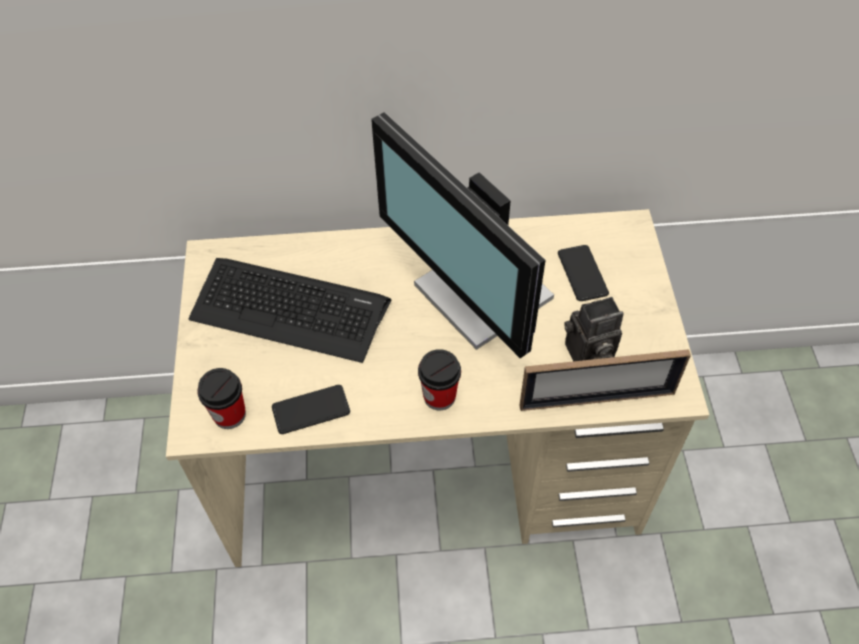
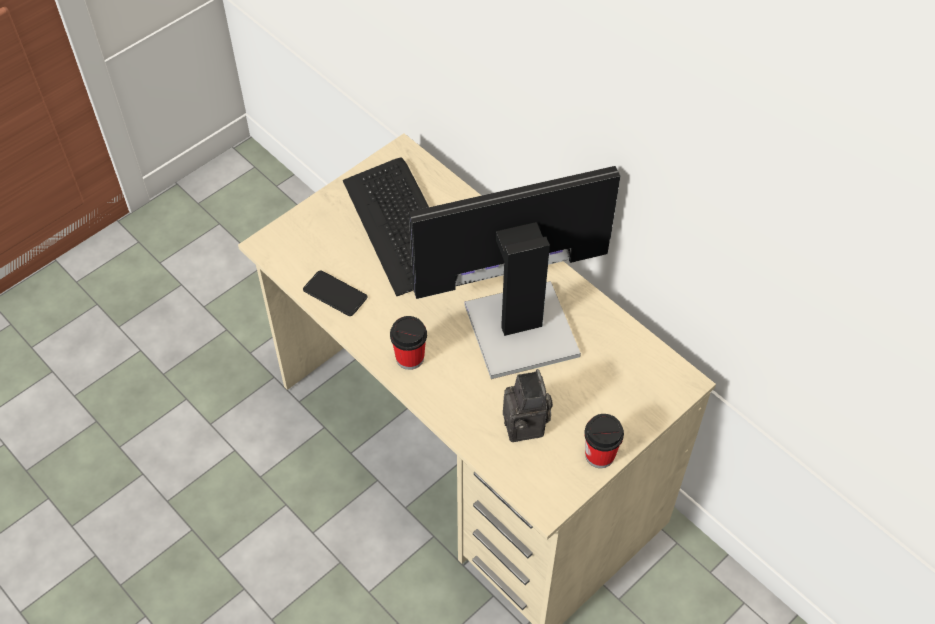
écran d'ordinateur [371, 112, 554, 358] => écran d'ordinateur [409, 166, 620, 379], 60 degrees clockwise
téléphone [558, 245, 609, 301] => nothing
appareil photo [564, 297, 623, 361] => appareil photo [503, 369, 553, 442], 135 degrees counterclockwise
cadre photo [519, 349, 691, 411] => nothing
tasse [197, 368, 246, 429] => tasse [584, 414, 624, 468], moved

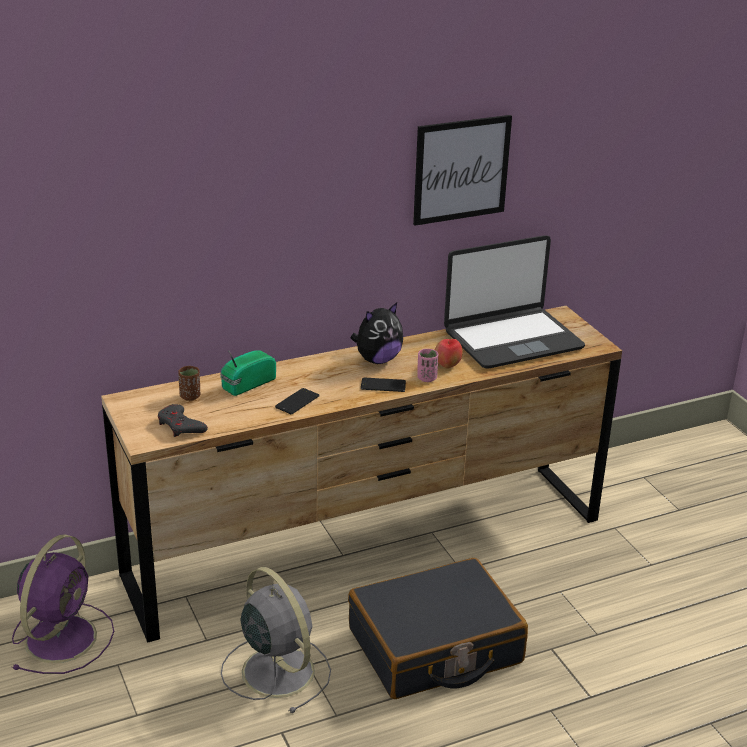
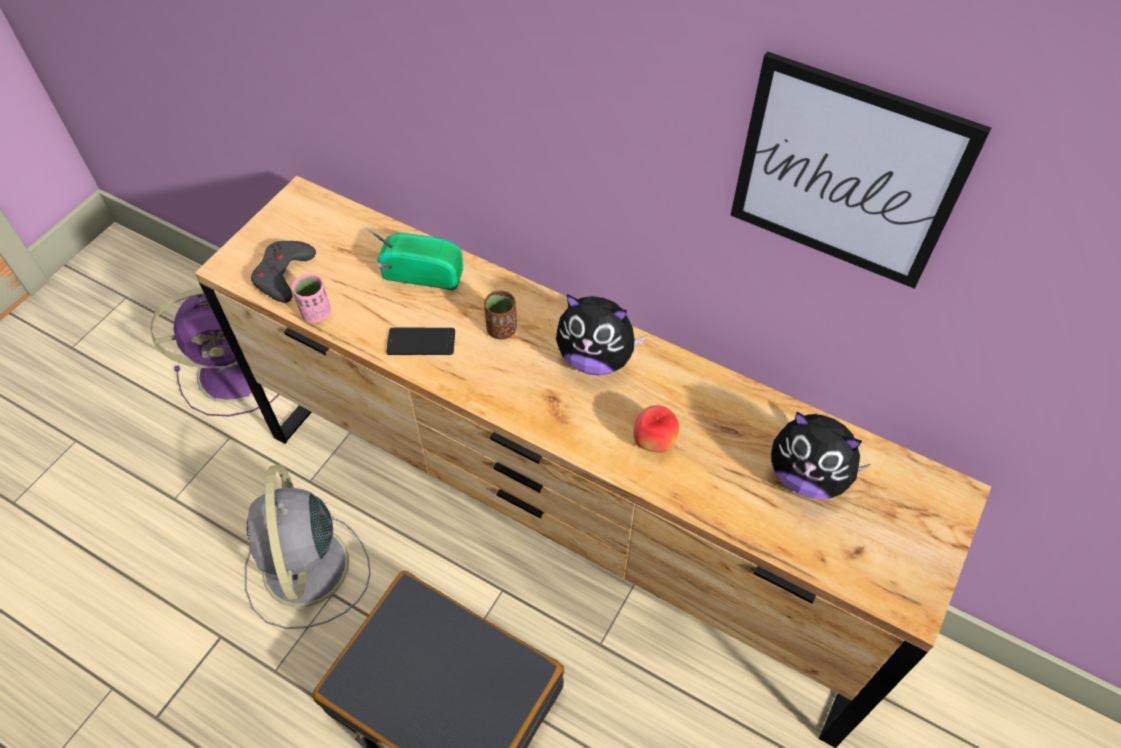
ordinateur portable [444, 235, 585, 369] => peluche [771, 412, 870, 499]
tasse (rose) [417, 349, 438, 382] => tasse (rose) [292, 274, 331, 323], moved
tasse (marron) [178, 366, 200, 401] => tasse (marron) [484, 290, 516, 339], moved
téléphone [361, 378, 406, 392] => nothing
ventilateur (gris) [221, 567, 331, 713] => ventilateur (gris) [245, 464, 371, 629], 150 degrees clockwise

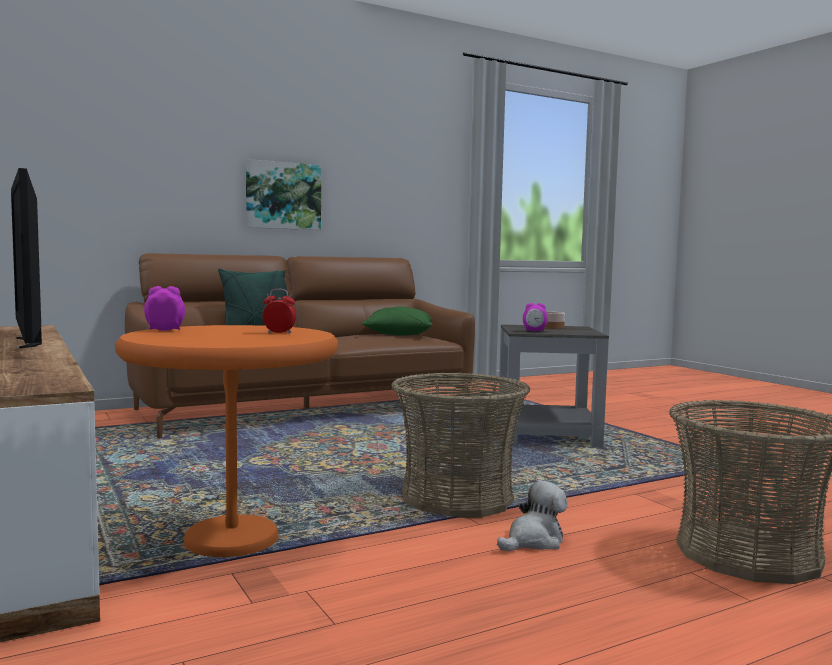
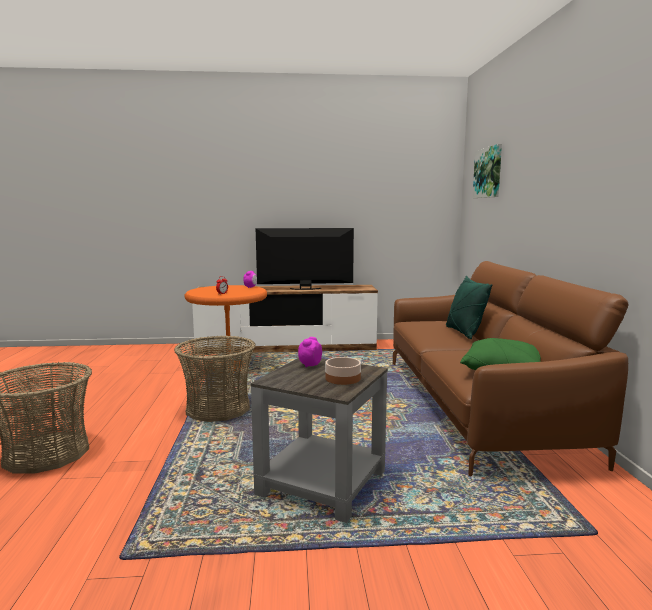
tableau [246, 159, 321, 230] => tableau [473, 144, 502, 198], moved
peluche [497, 481, 567, 551] => nothing

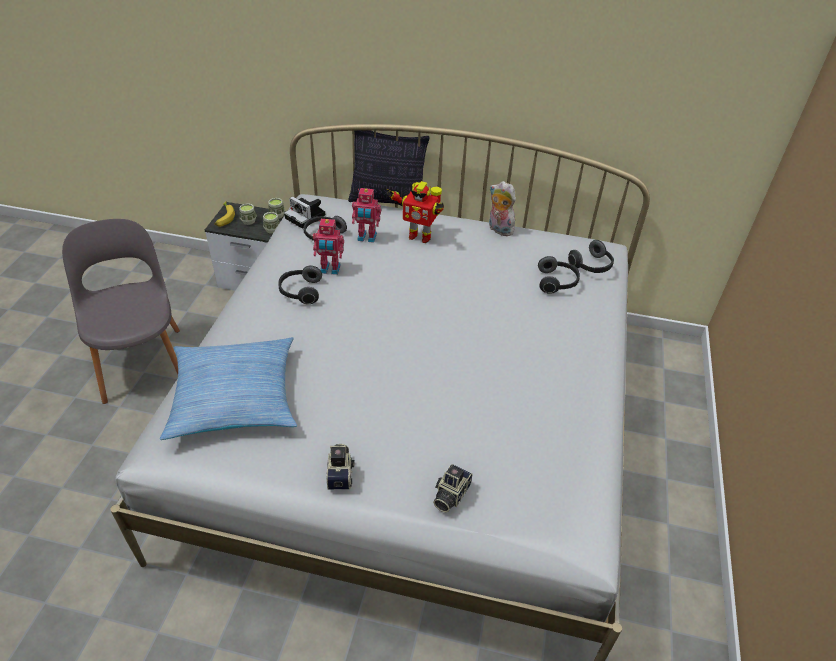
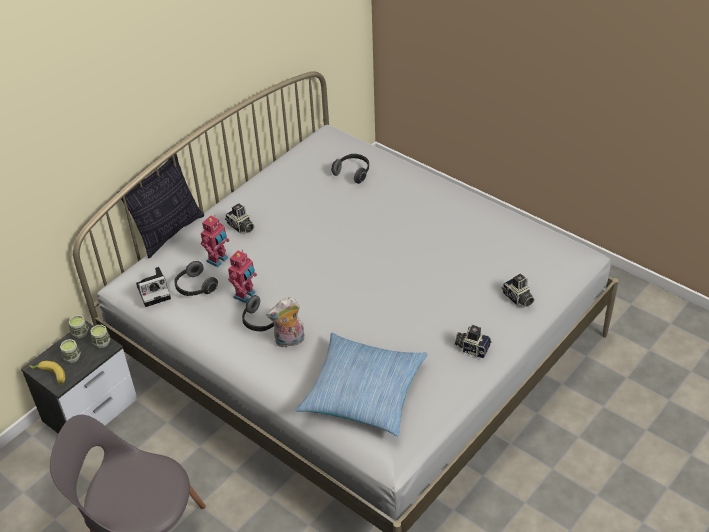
robot jouet [386, 181, 444, 243] => appareil photo [225, 203, 254, 234]
peluche [489, 181, 516, 236] => peluche [266, 297, 305, 348], moved
casque audio [568, 240, 614, 273] => nothing

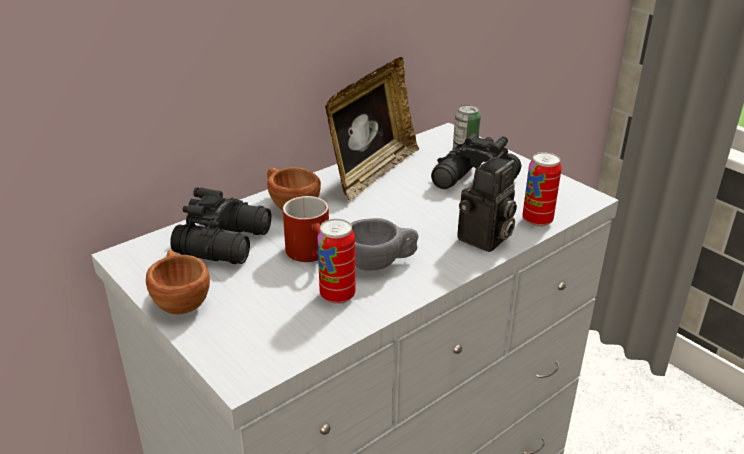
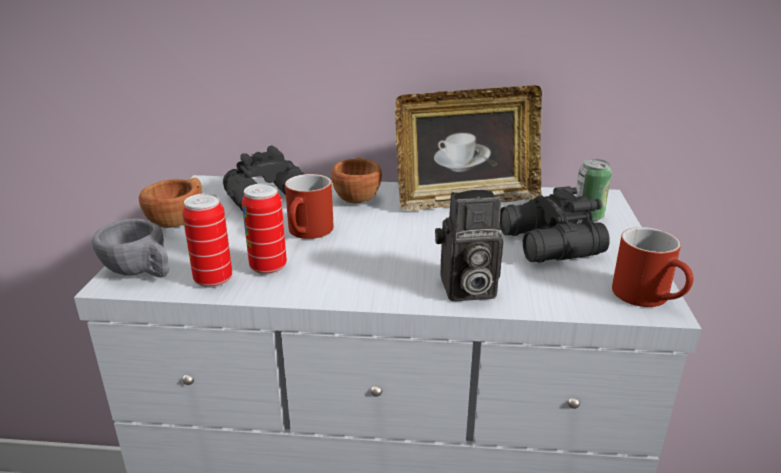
boîte métallique [523, 152, 562, 227] => boîte métallique [182, 193, 232, 288], moved
tasse (gris) [350, 218, 418, 271] => tasse (gris) [92, 218, 169, 277], moved
nothing => mug (rouge) [612, 227, 693, 307]

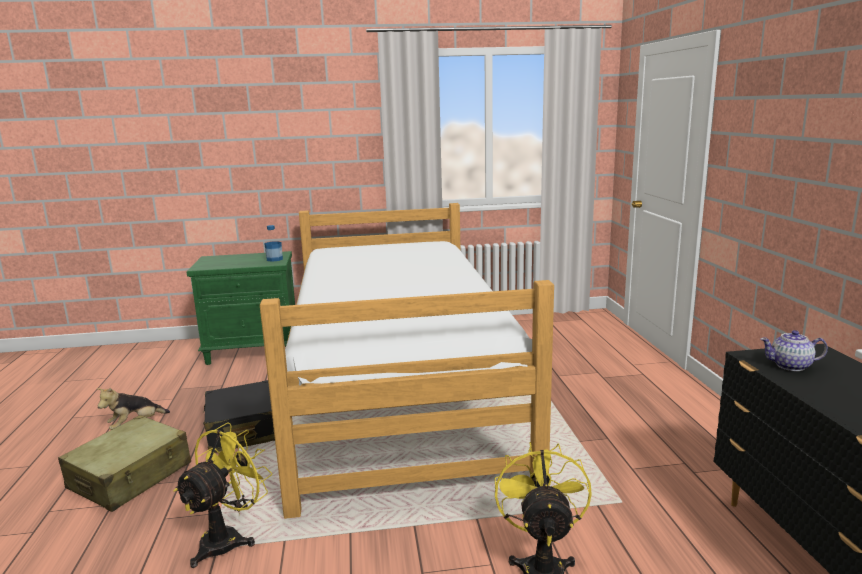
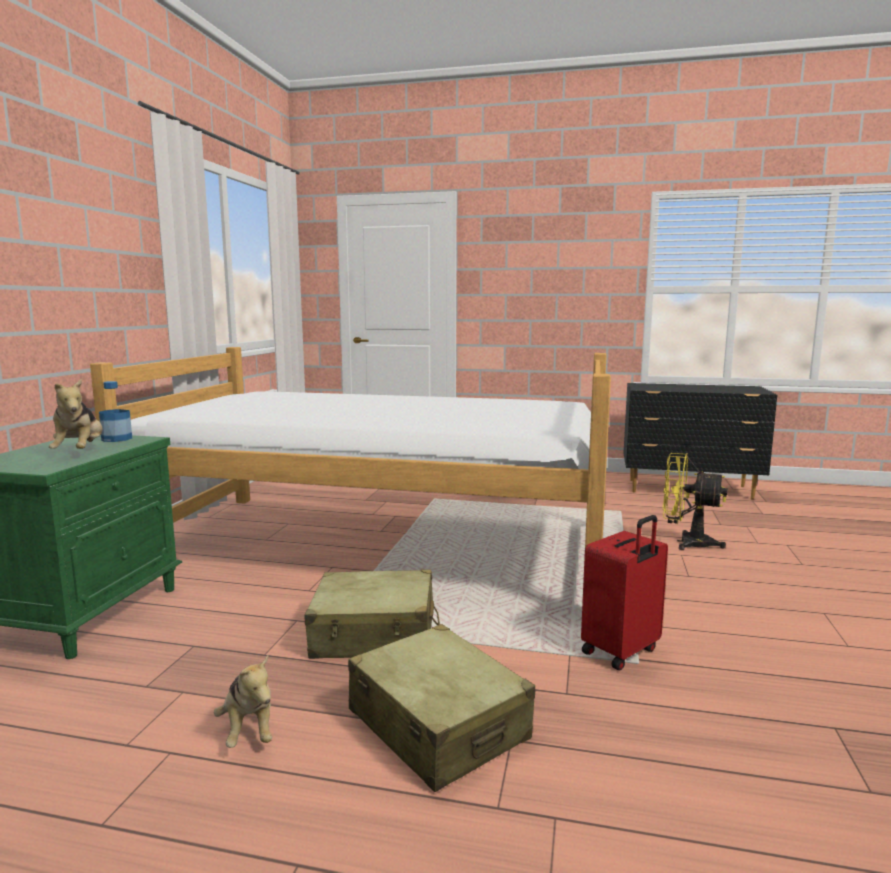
théière [760, 330, 828, 371] => nothing
valise (noir) [203, 380, 275, 453] => valise (beige) [305, 569, 440, 659]
ventilateur (jaune) [173, 422, 272, 568] => valise (rouge) [581, 515, 668, 670]
nothing => peluche [49, 379, 103, 449]

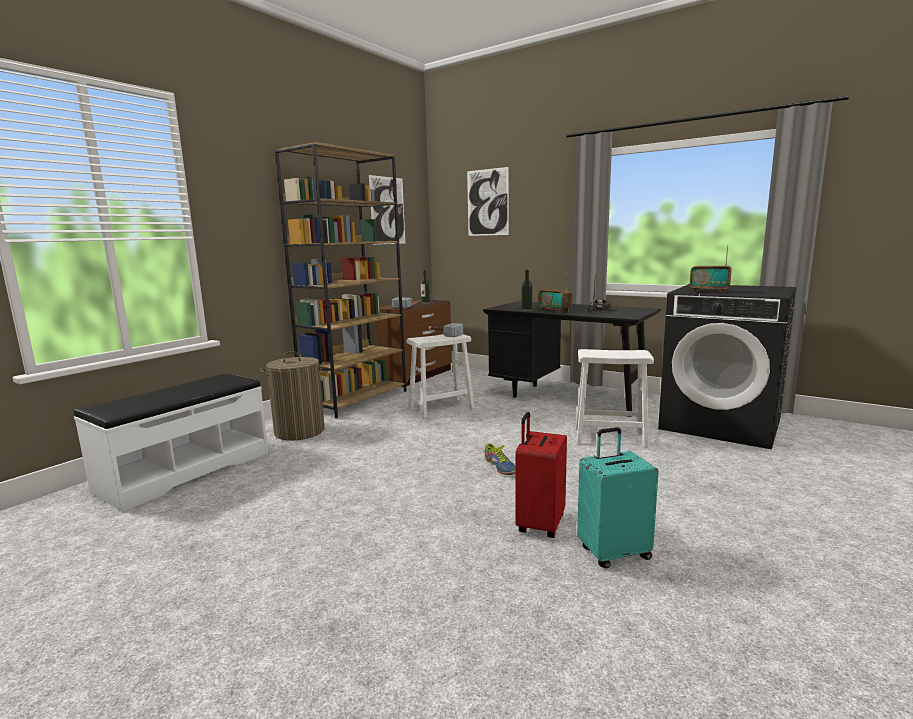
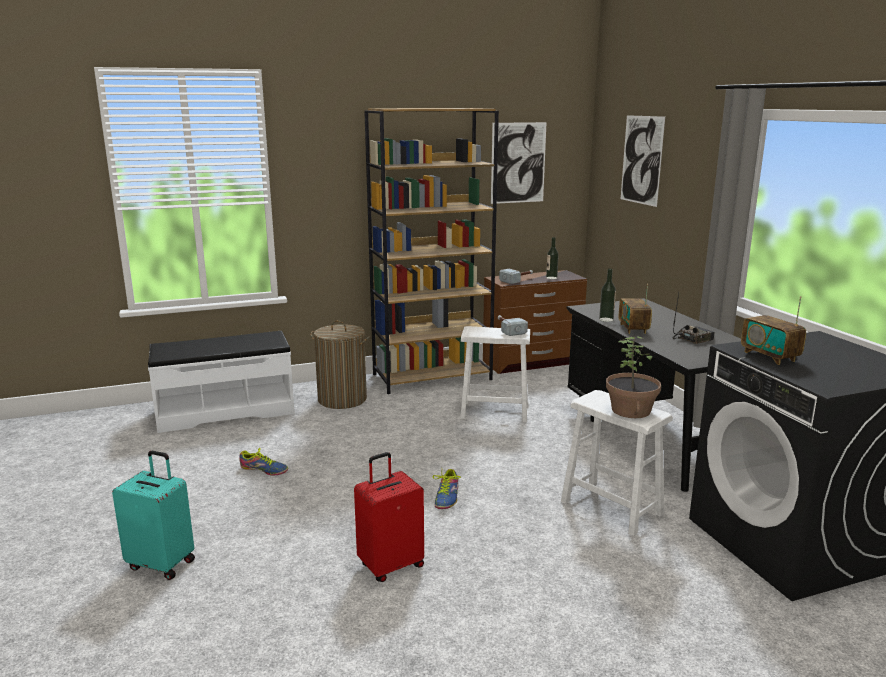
valise (turquoise) [577, 427, 659, 568] => valise (turquoise) [112, 451, 195, 580], moved
nothing => plante en pot [606, 336, 661, 418]
nothing => chaussure [239, 448, 288, 475]

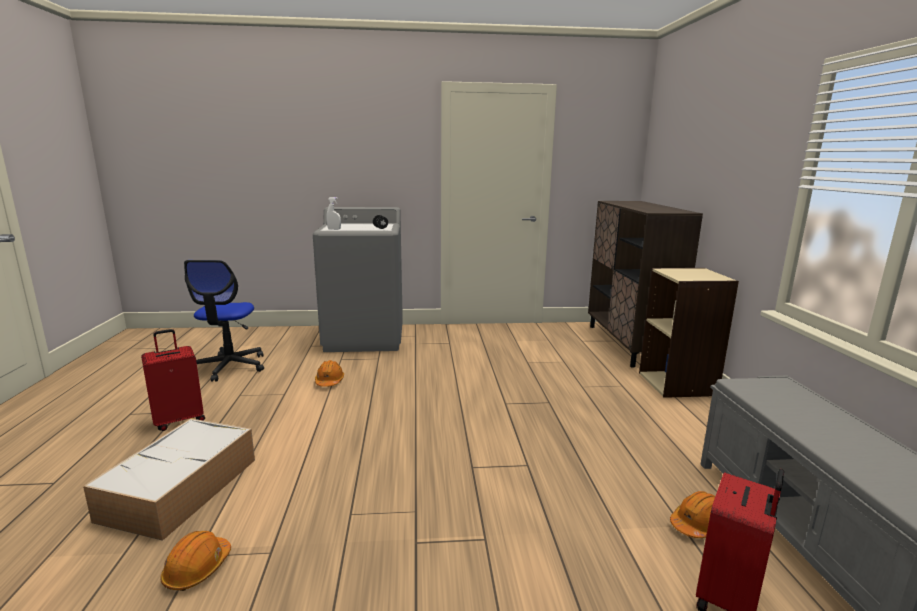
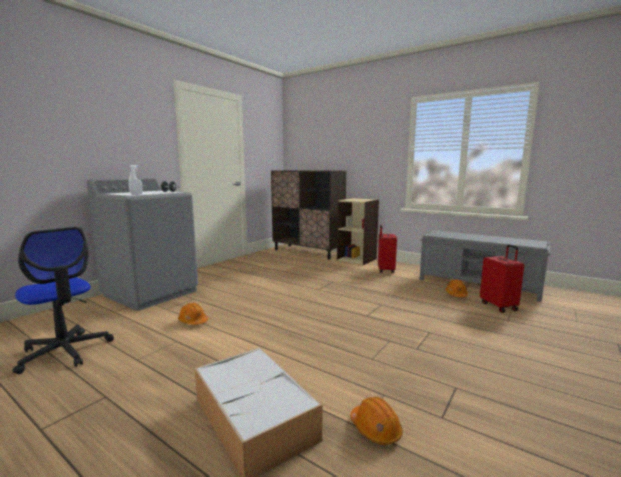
valise (rouge) [141, 329, 205, 431] => valise (rouge) [378, 225, 397, 273], moved

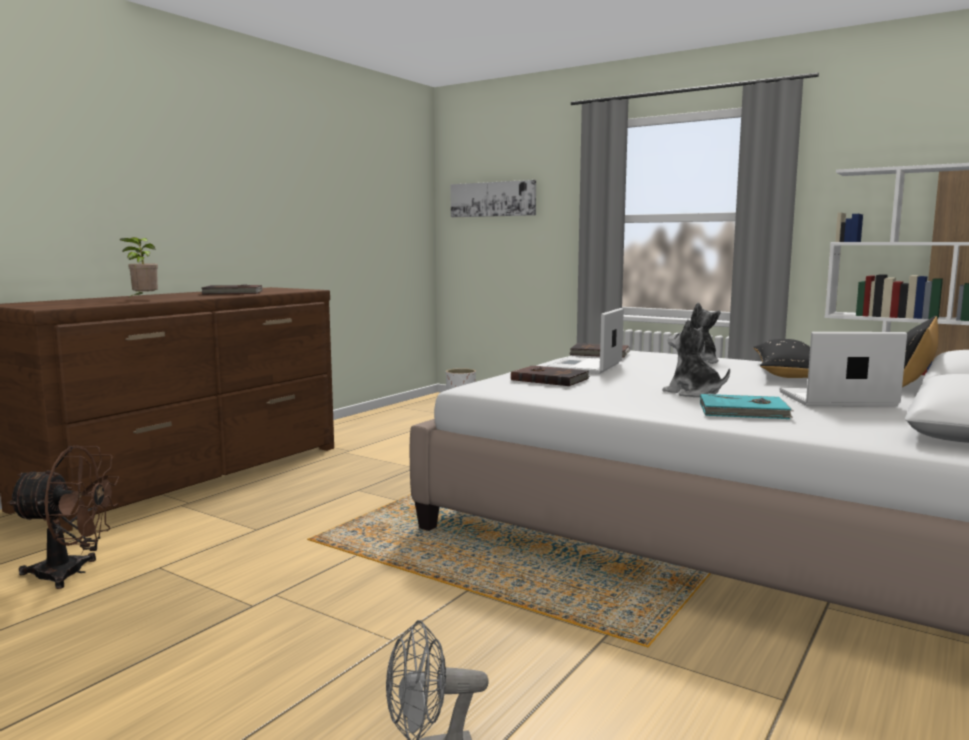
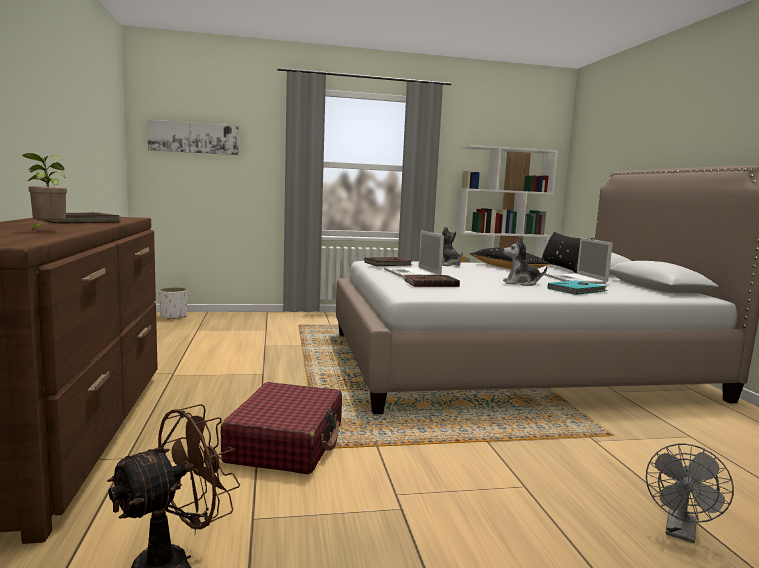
ordinateur portable [780, 332, 907, 406] => ordinateur portable [545, 238, 613, 284], 60 degrees counterclockwise
nothing => valise (rouge) [220, 382, 342, 474]

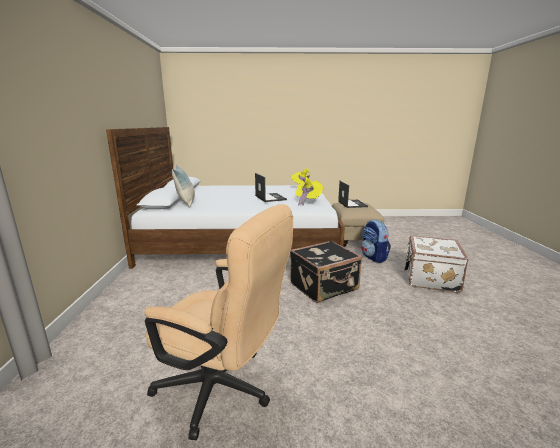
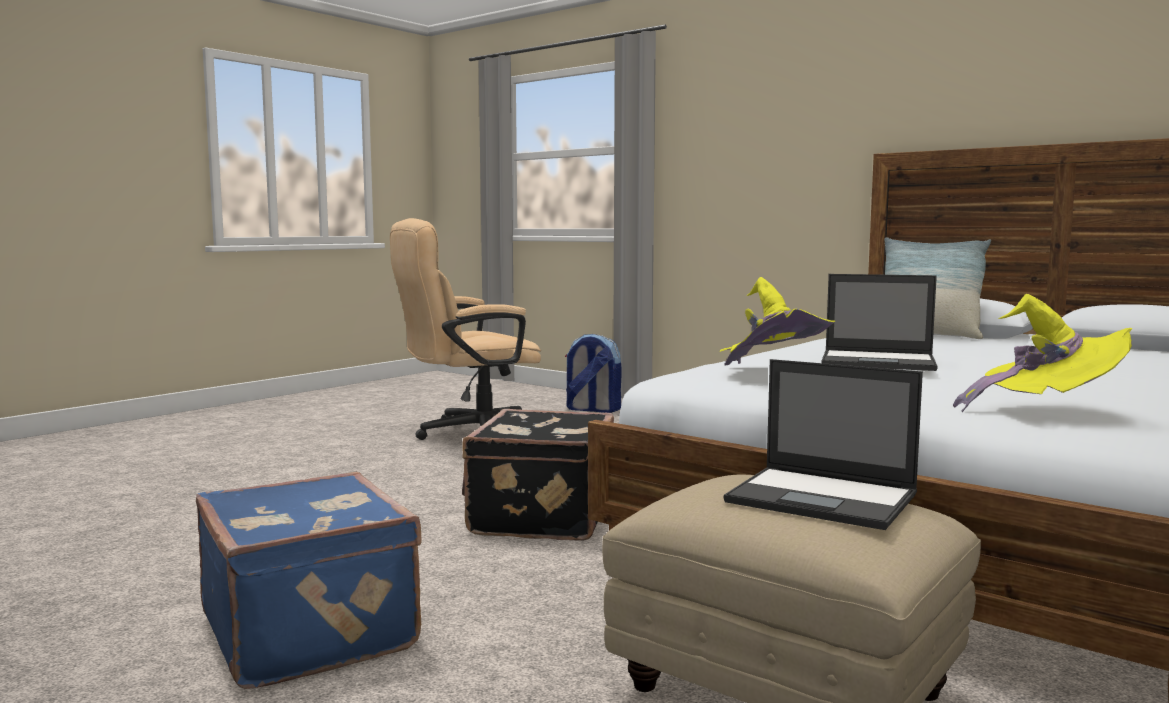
sac à dos [361, 220, 391, 263] => sac à dos [565, 334, 621, 413], moved
valise (blanc) [404, 235, 469, 293] => valise (bleu) [196, 472, 422, 689]

